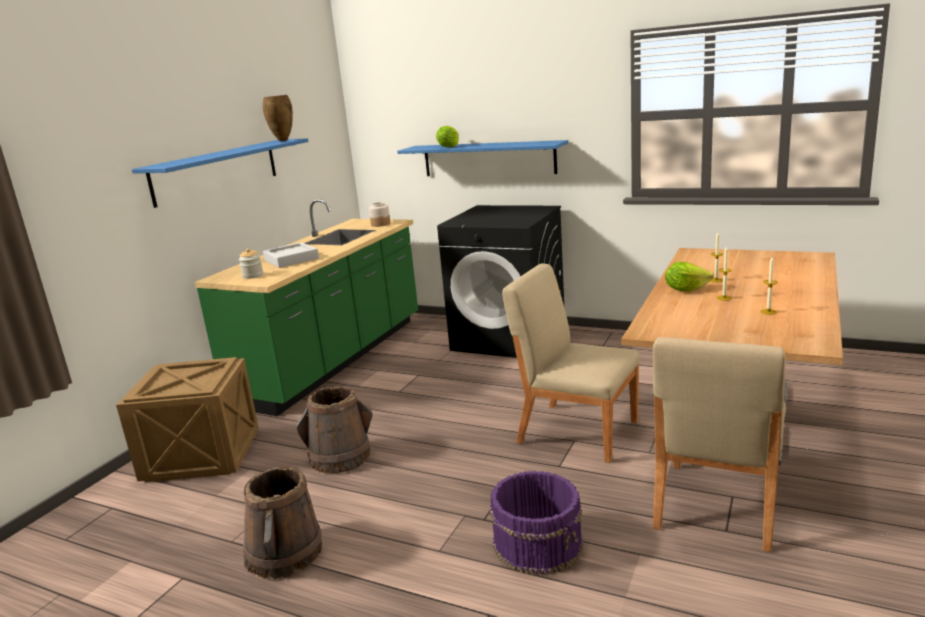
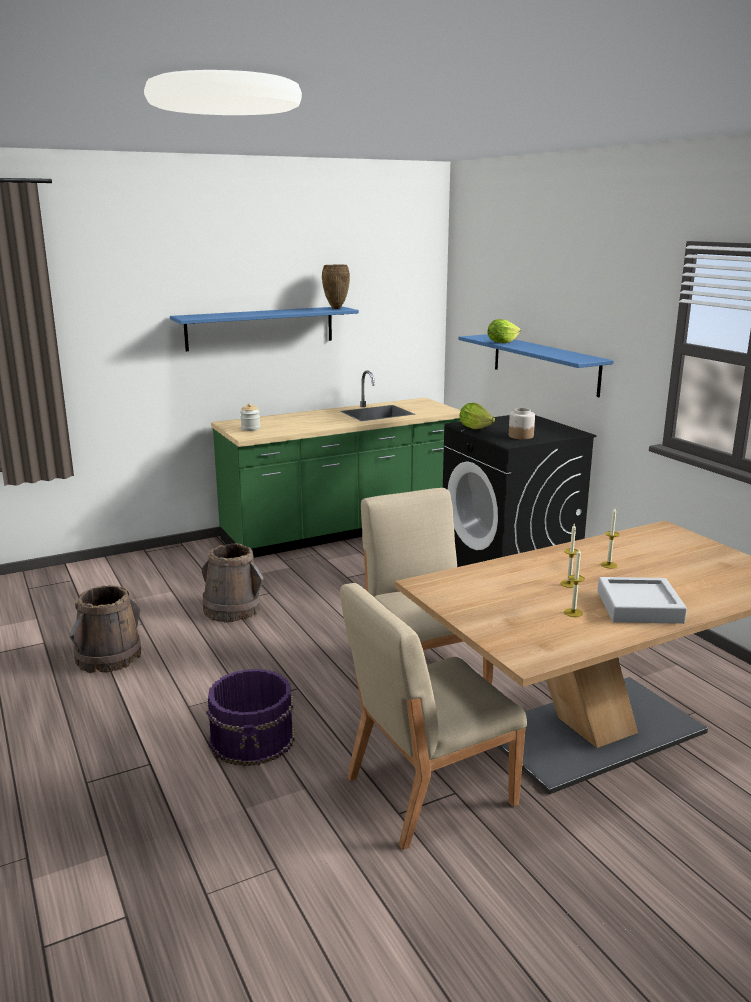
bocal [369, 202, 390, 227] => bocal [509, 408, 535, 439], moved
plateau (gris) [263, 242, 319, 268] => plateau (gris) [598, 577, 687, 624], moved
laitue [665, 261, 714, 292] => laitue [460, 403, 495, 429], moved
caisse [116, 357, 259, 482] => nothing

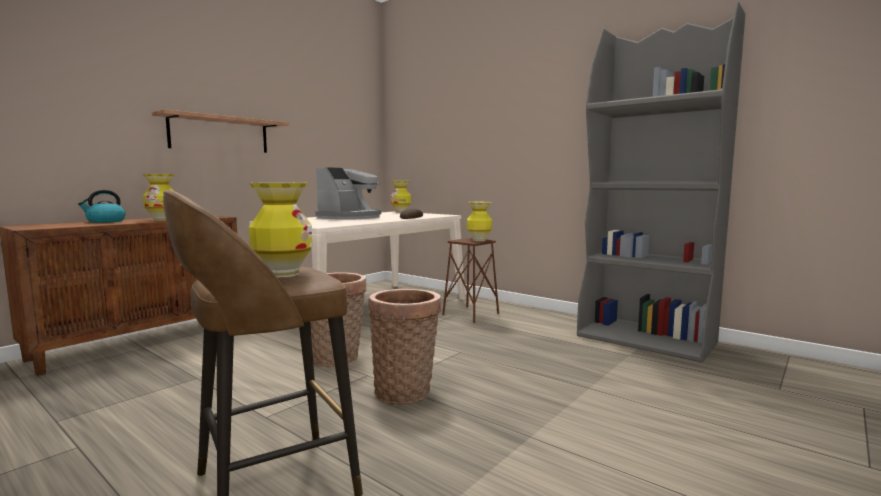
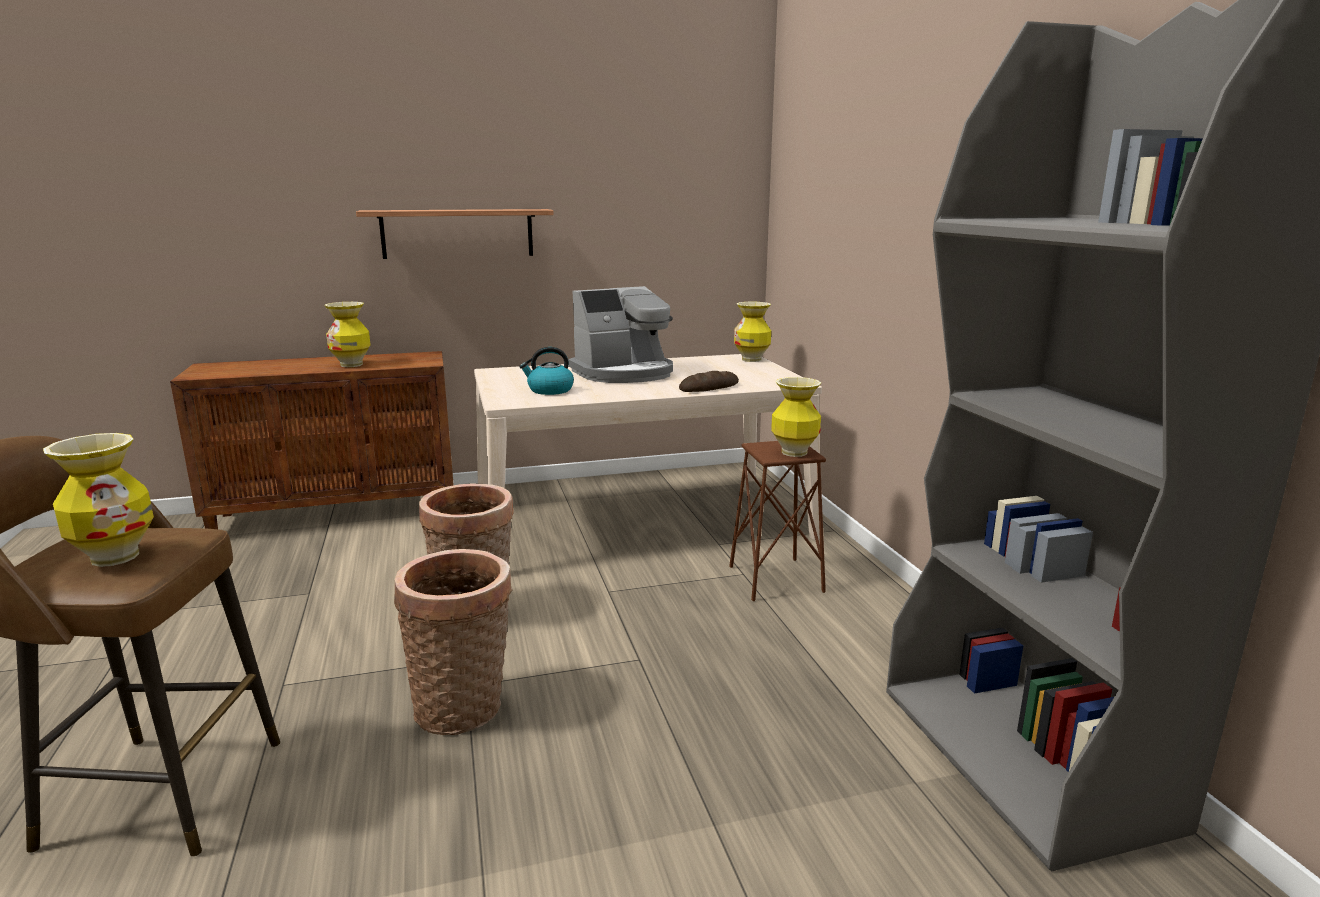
bouilloire [78, 190, 126, 223] => bouilloire [519, 347, 574, 395], moved

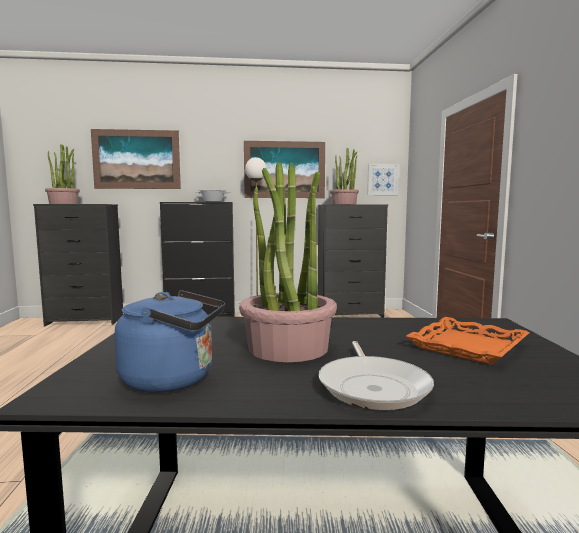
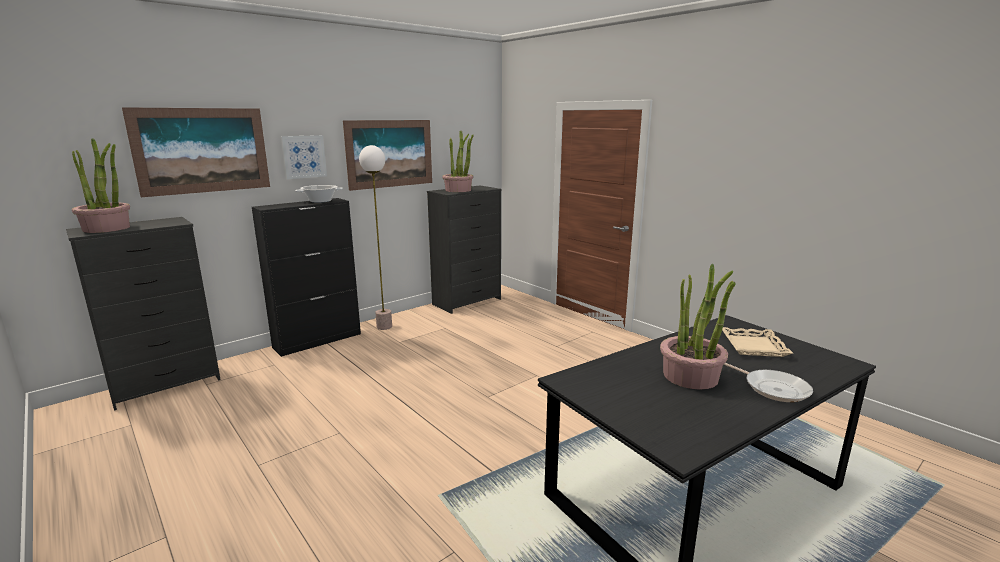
tableau [367, 164, 399, 195] => tableau [281, 135, 327, 179], moved
bouilloire (bleu) [115, 290, 225, 393] => nothing
plateau (orange) [406, 317, 529, 365] => plateau (beige) [722, 327, 793, 357]

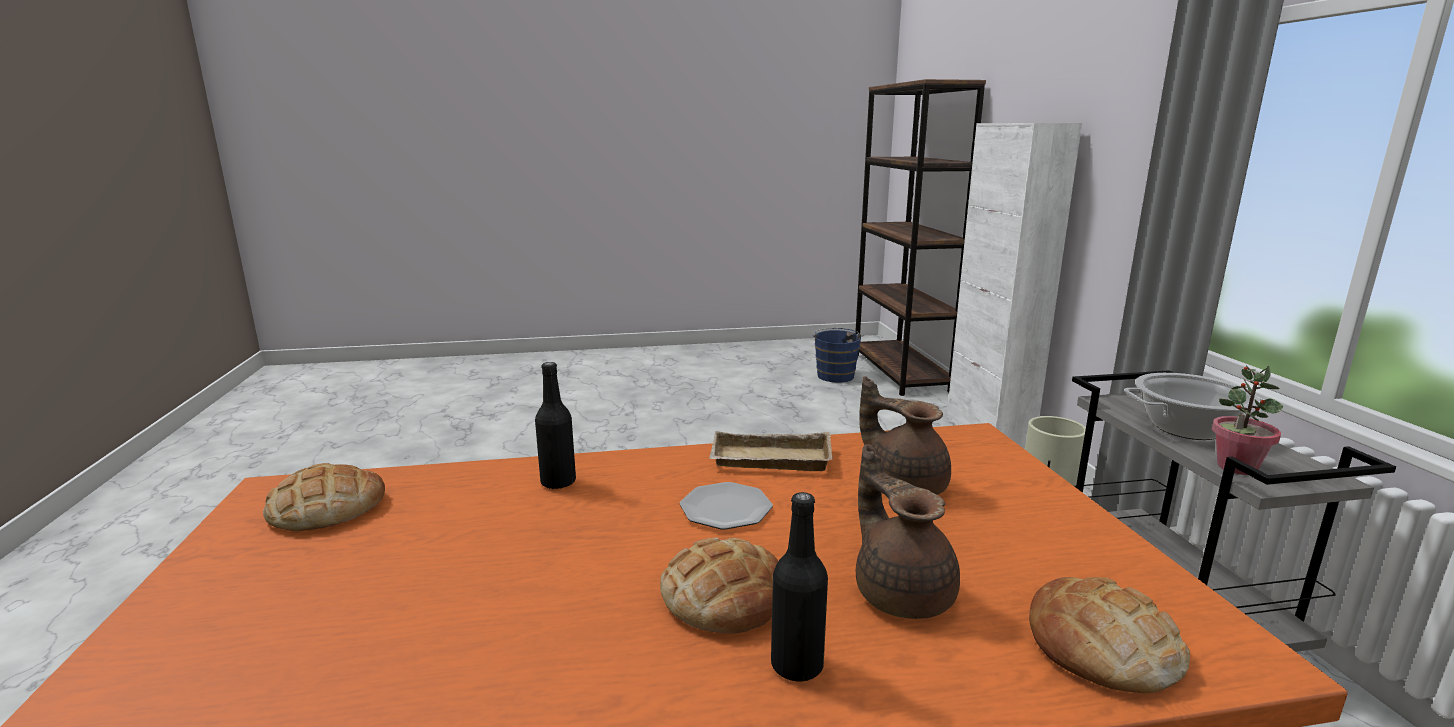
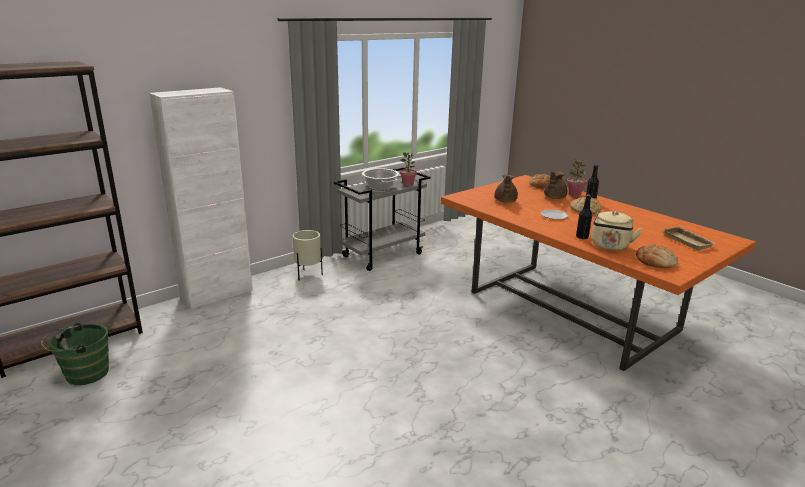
seau (bleu) [812, 328, 863, 382] => seau (vert) [41, 323, 109, 385]
plateau (beige) [709, 431, 833, 471] => plateau (beige) [664, 226, 717, 251], moved
nothing => plante en pot [567, 160, 587, 197]
nothing => bouilloire (beige) [591, 211, 643, 251]

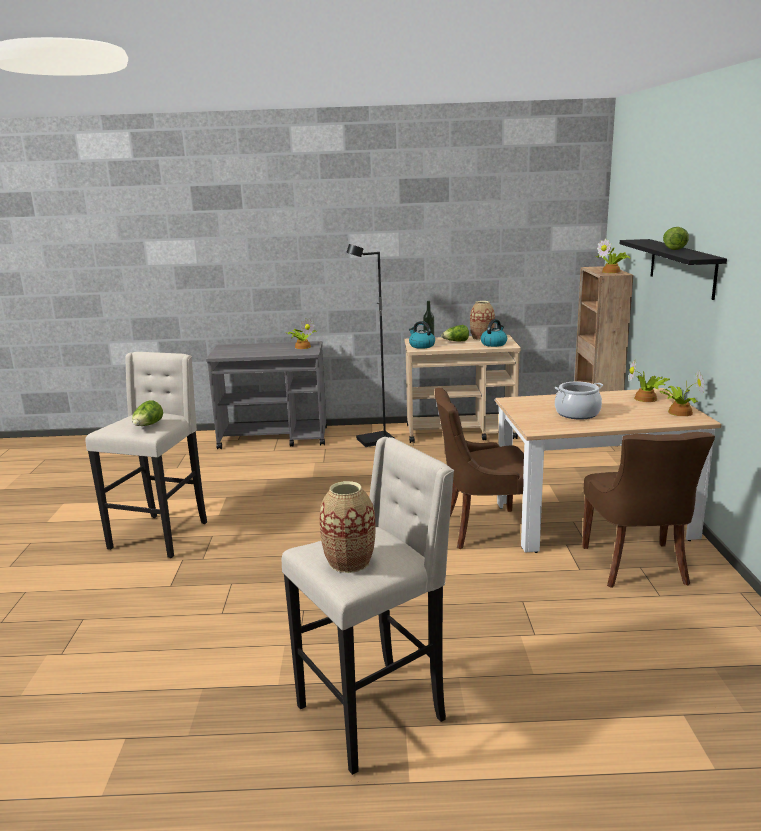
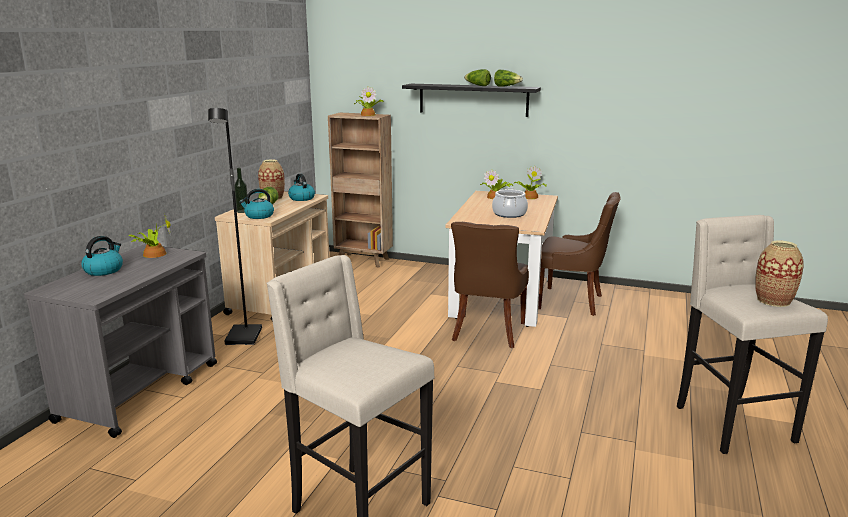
laitue [132, 400, 163, 426] => laitue [494, 70, 523, 87], moved
nothing => bouilloire [81, 236, 123, 276]

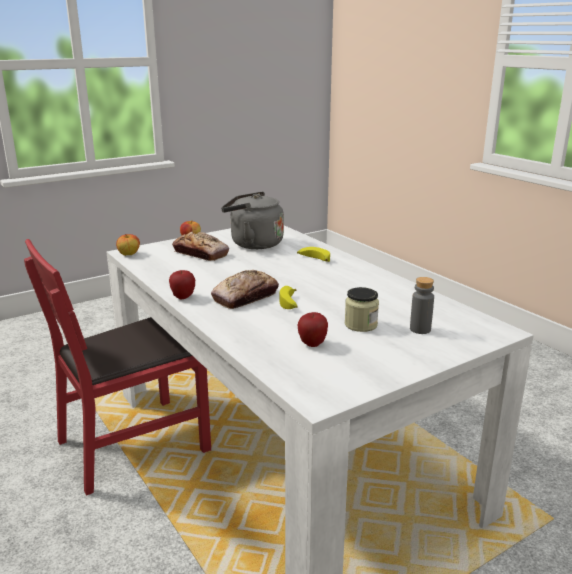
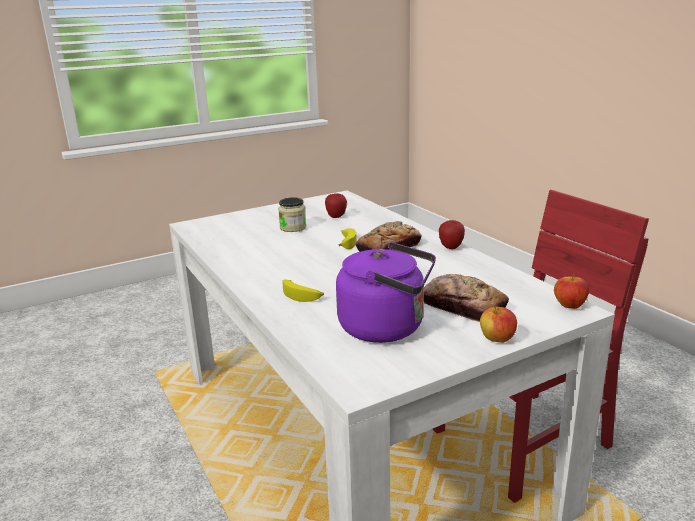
bouilloire (gris) [221, 192, 284, 249] => bouilloire (violet) [336, 242, 436, 343]
bouteille (gris) [410, 277, 434, 334] => nothing

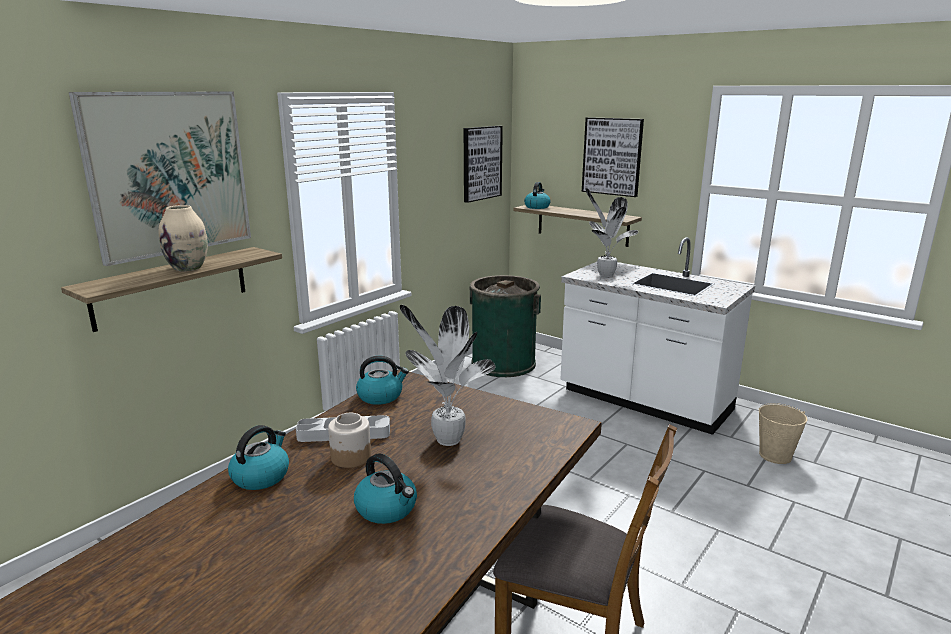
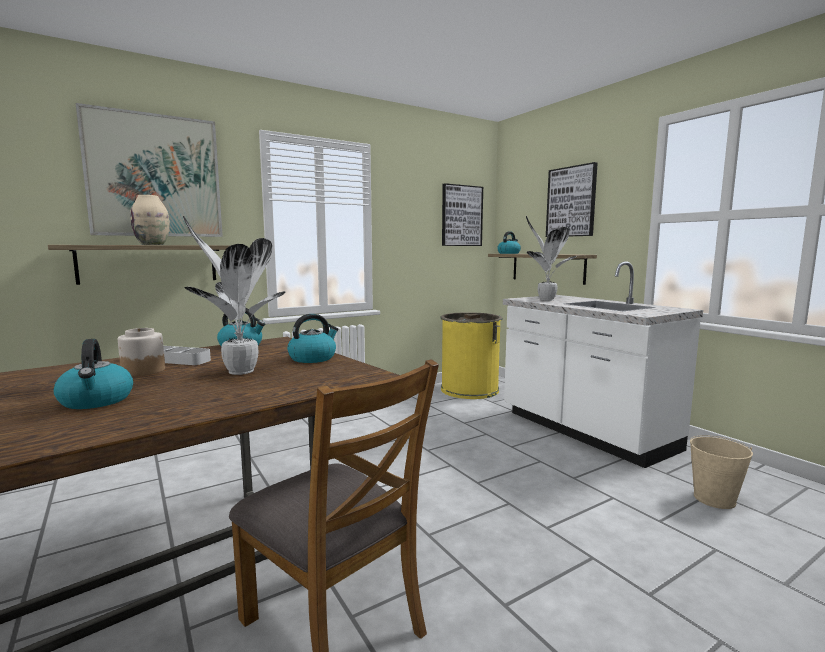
poubelle (vert) [470, 275, 541, 377] => poubelle (jaune) [440, 312, 503, 399]
bouilloire [228, 425, 289, 490] => bouilloire [287, 314, 339, 363], moved

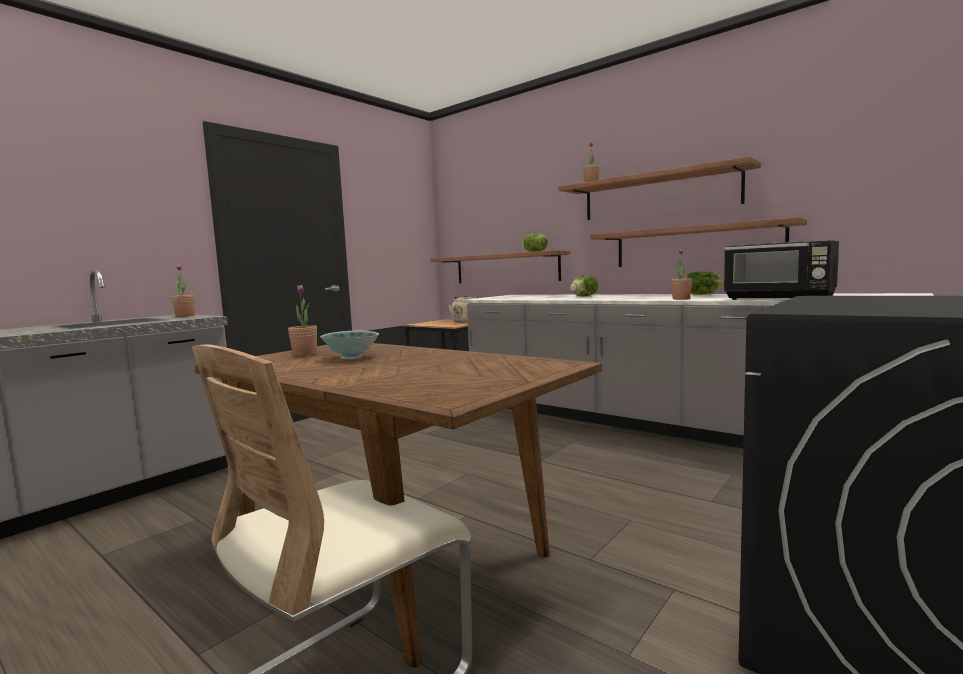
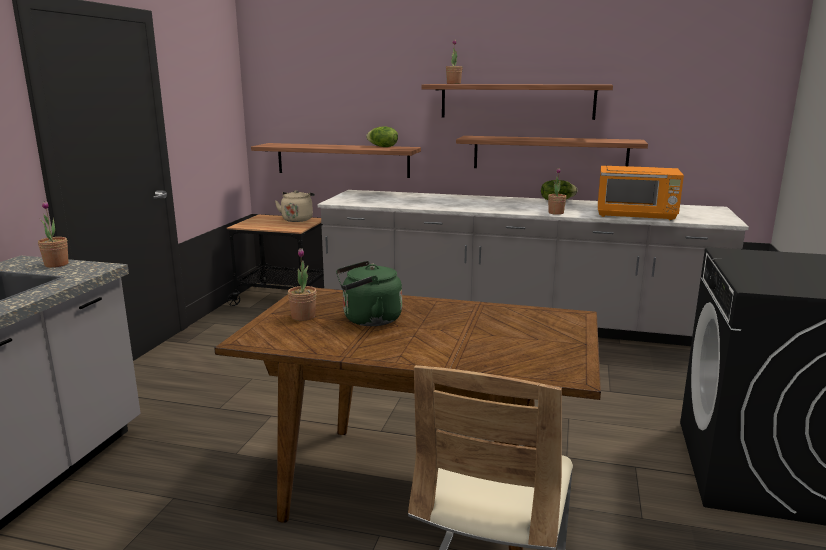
micro-ondes (noir) [724, 240, 839, 300] => micro-ondes (orange) [598, 166, 684, 220]
laitue [570, 275, 598, 297] => nothing
bol [320, 330, 379, 359] => bouilloire (vert) [336, 261, 402, 326]

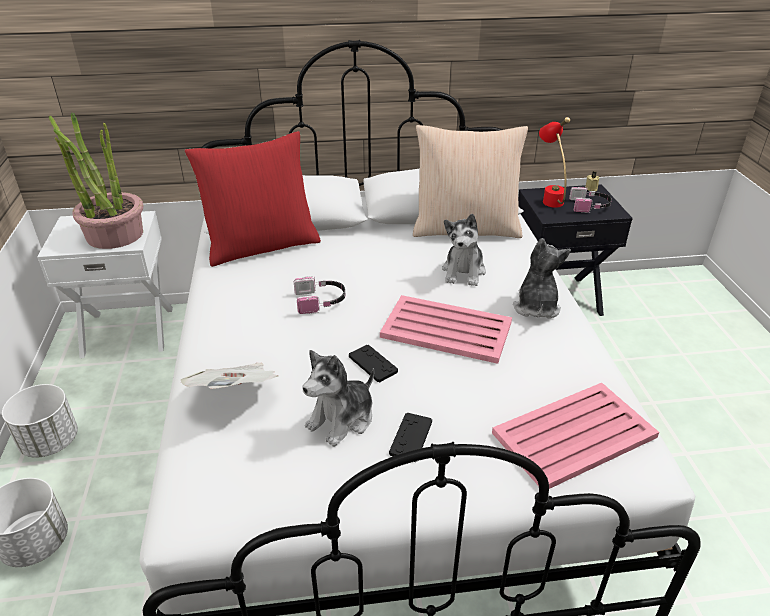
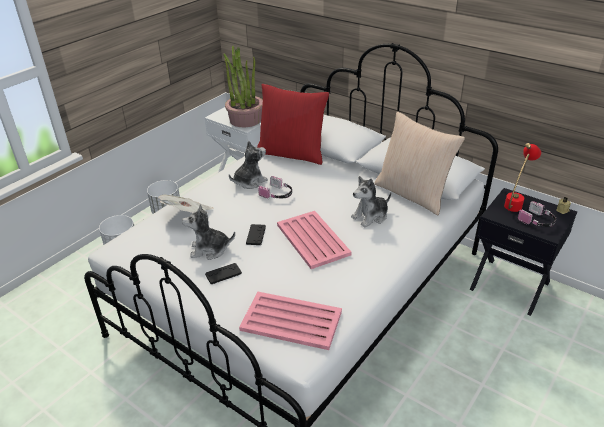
peluche [513, 238, 571, 319] => peluche [229, 141, 268, 189], moved

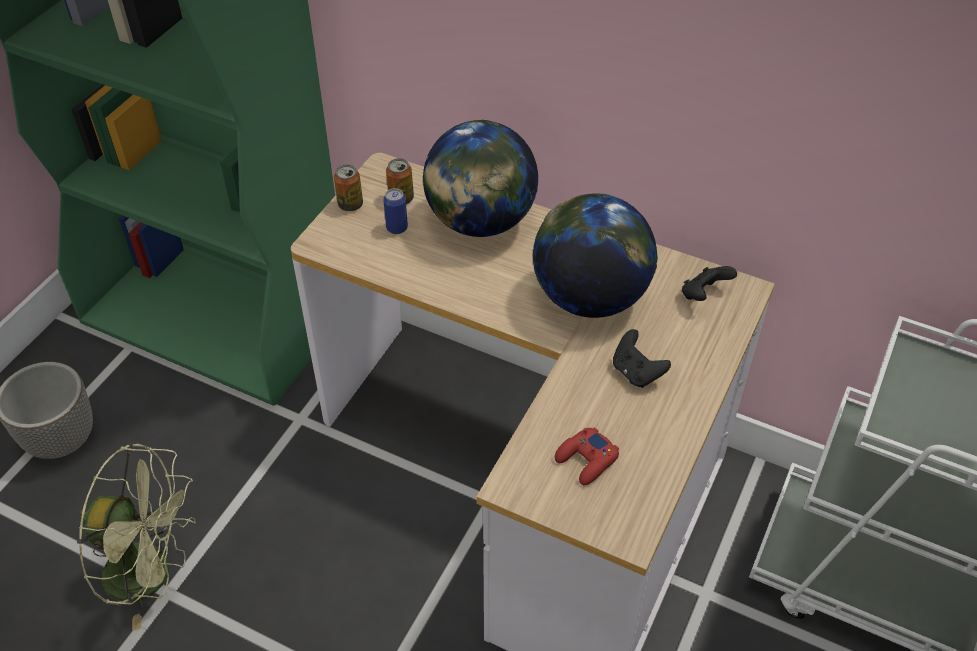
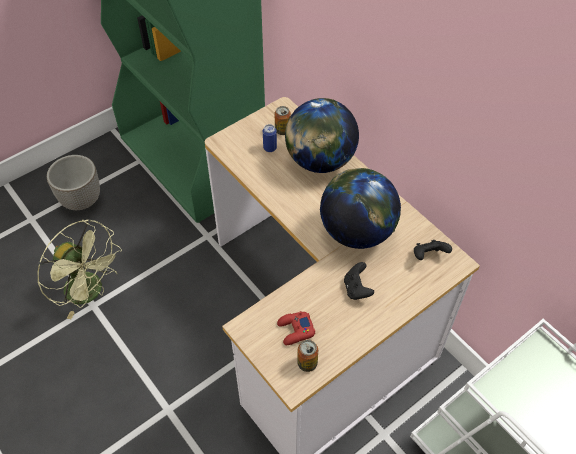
boîte métallique [334, 165, 363, 211] => boîte métallique [297, 340, 318, 372], moved

